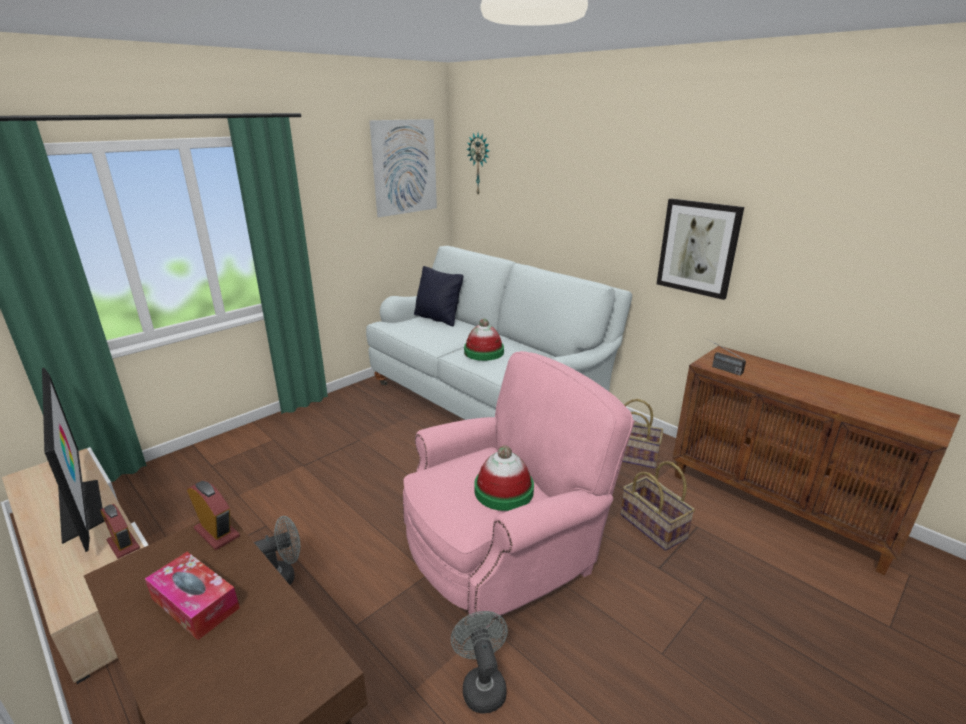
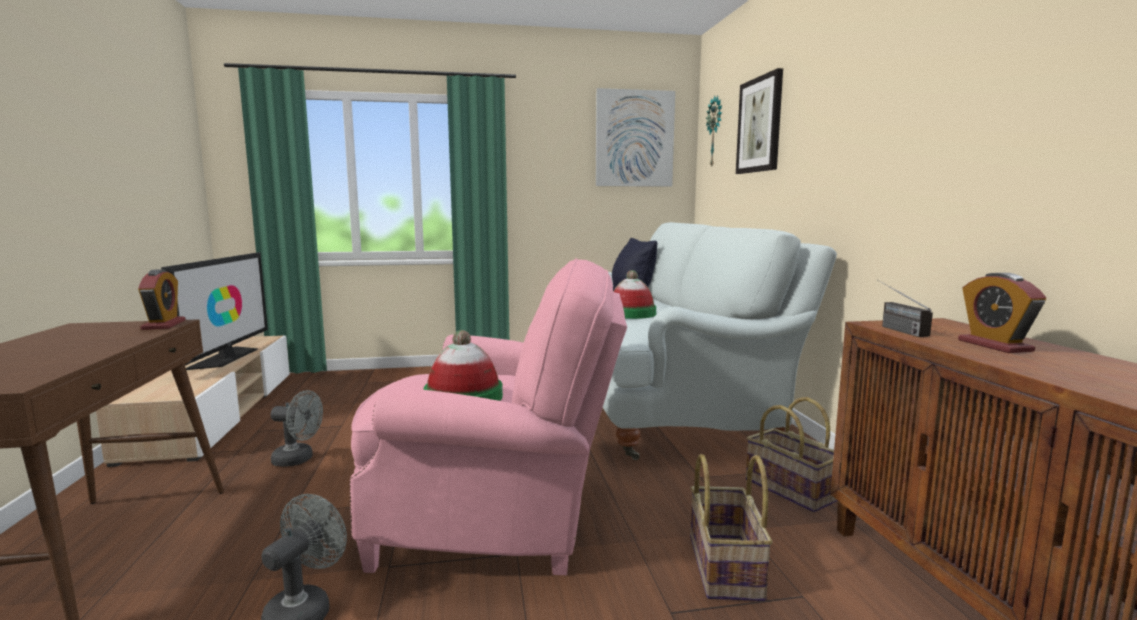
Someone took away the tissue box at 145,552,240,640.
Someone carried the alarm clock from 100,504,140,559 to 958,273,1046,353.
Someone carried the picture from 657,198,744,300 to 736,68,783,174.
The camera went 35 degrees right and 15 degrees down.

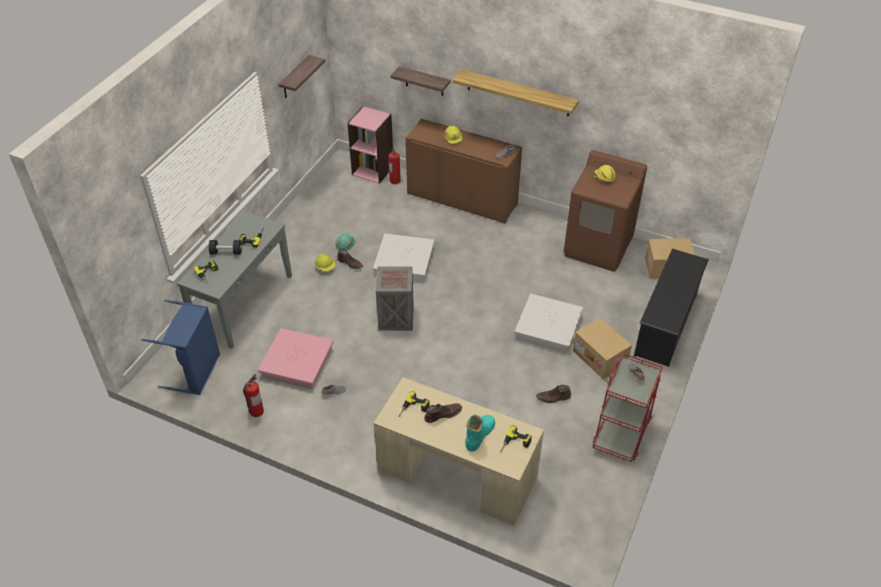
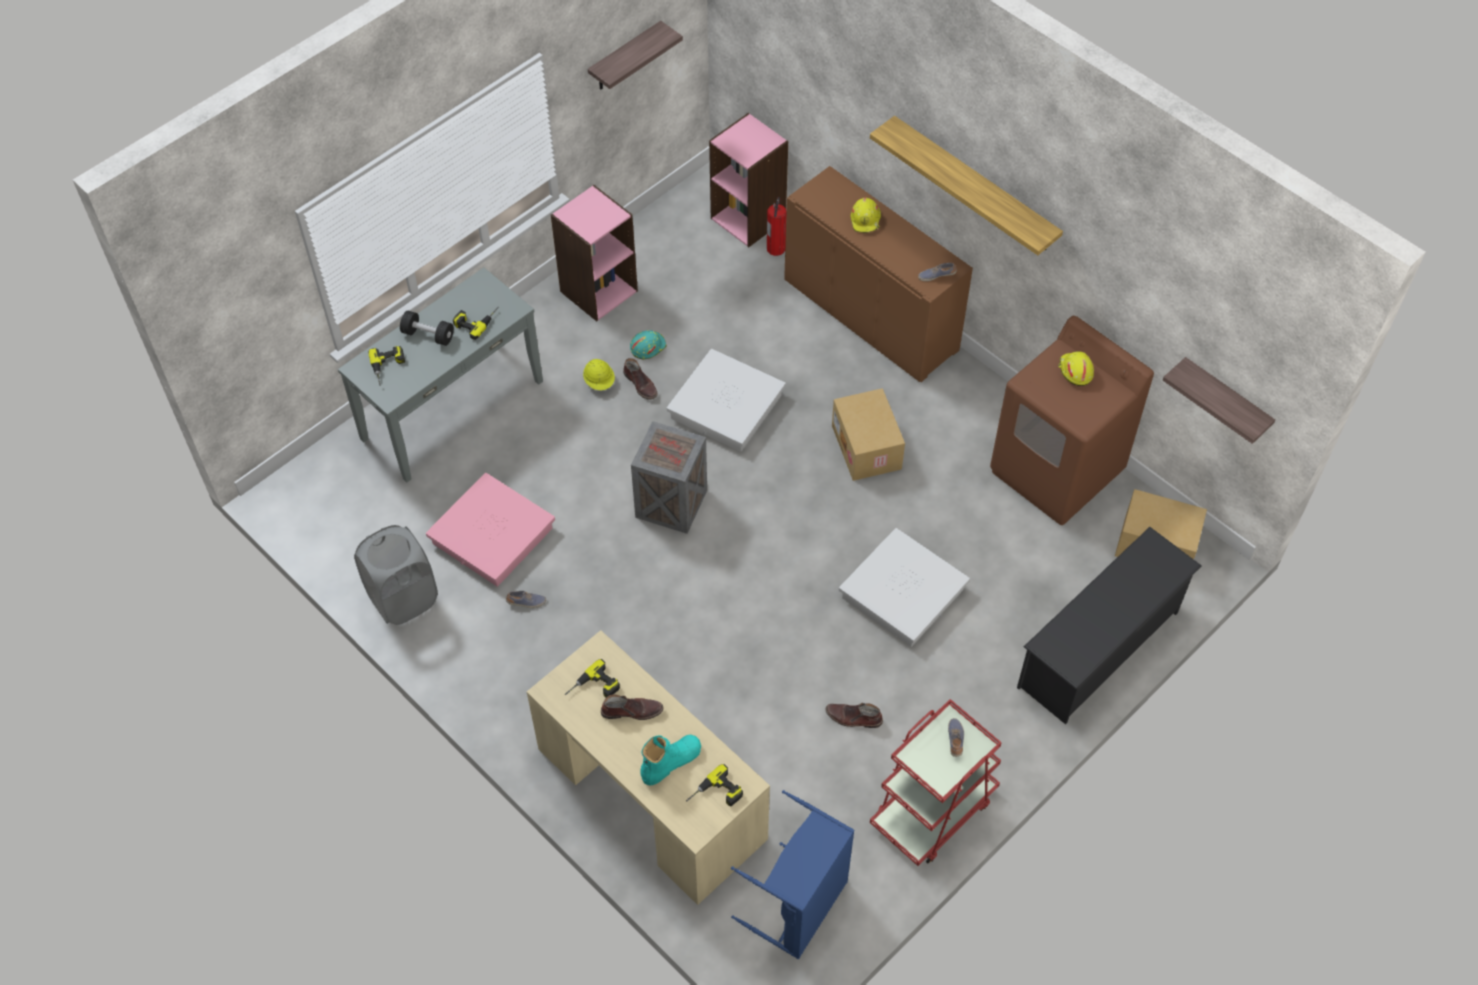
Someone put down the pink bookcase at 551,185,638,321.
Someone carried the blue laundry basket from 142,300,220,395 to 731,790,854,959.
Someone carried the shelf from 390,66,450,96 to 1163,357,1275,444.
Someone carried the cardboard box from 573,318,632,379 to 832,388,905,481.
Someone swapped the fire extinguisher at 243,374,264,417 for the grey laundry basket at 354,525,438,625.
The camera went 20 degrees right and 10 degrees up.

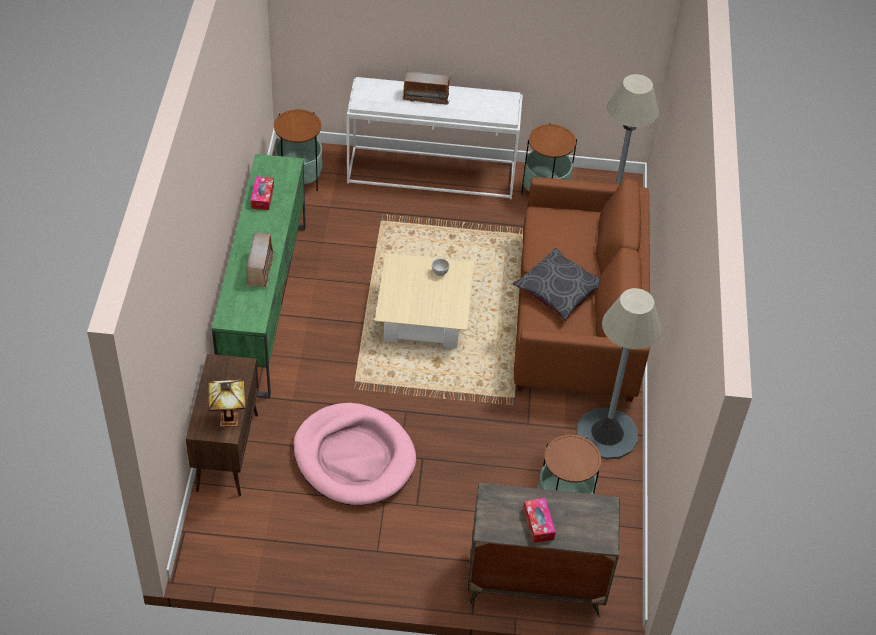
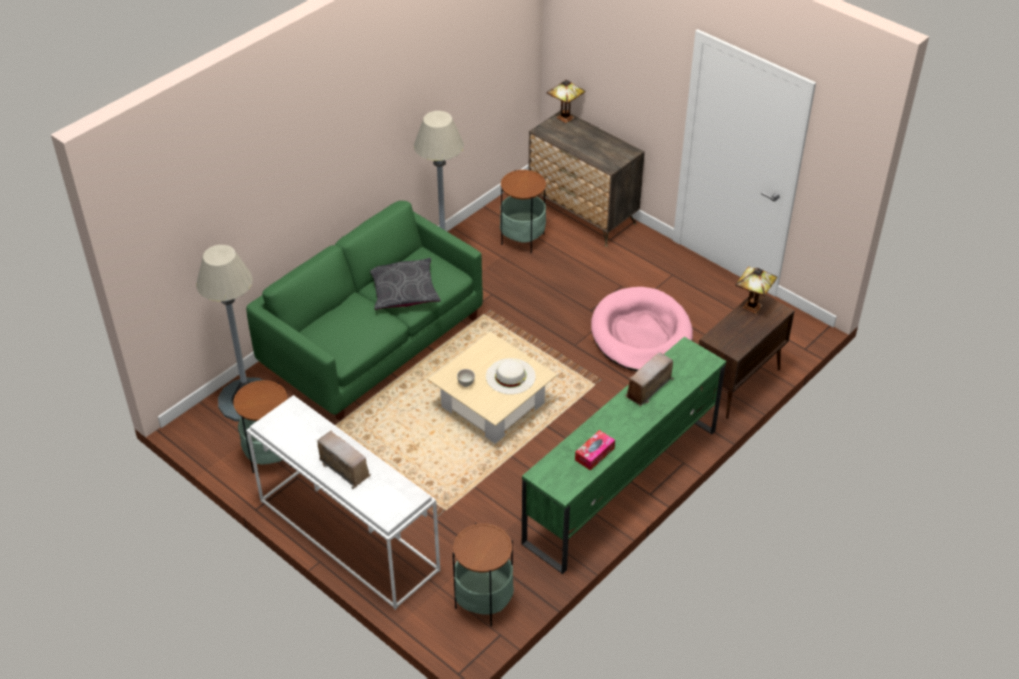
Someone took away the tissue box at 523,498,556,543.
Someone put down the white hat at 486,358,536,394.
Someone put down the table lamp at 546,79,585,123.
Someone repainted the brown sofa at 514,177,650,402, which became the green sofa at 246,201,483,421.
The camera went 140 degrees left and 5 degrees down.

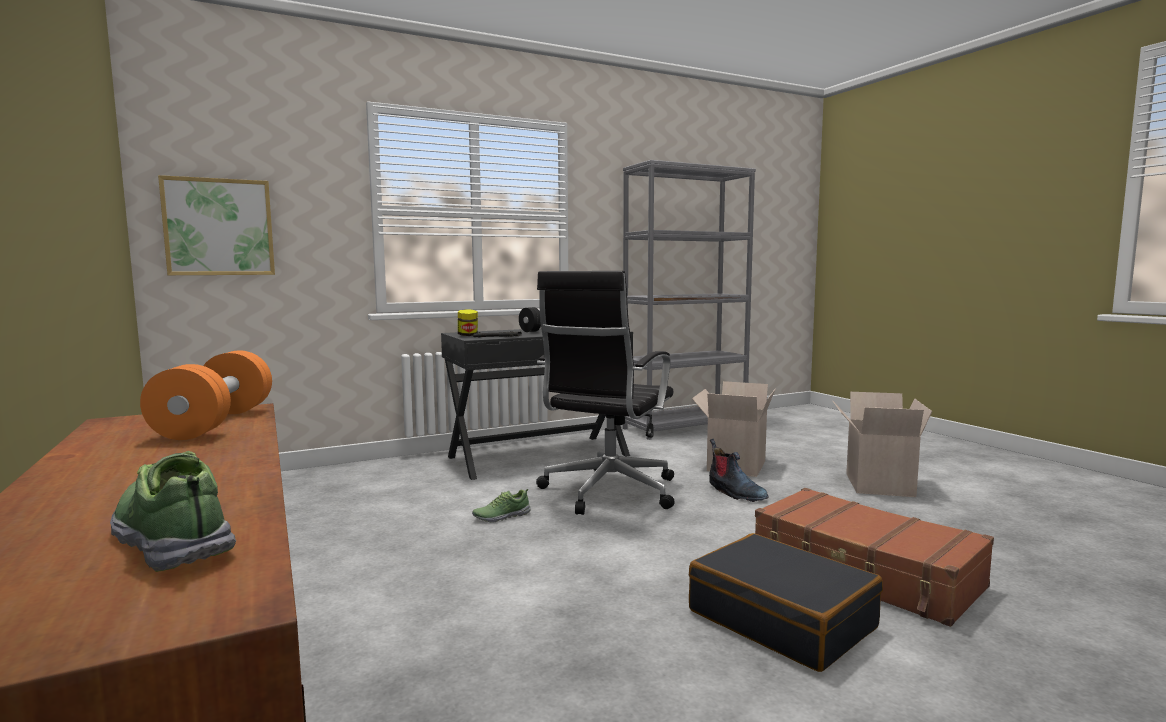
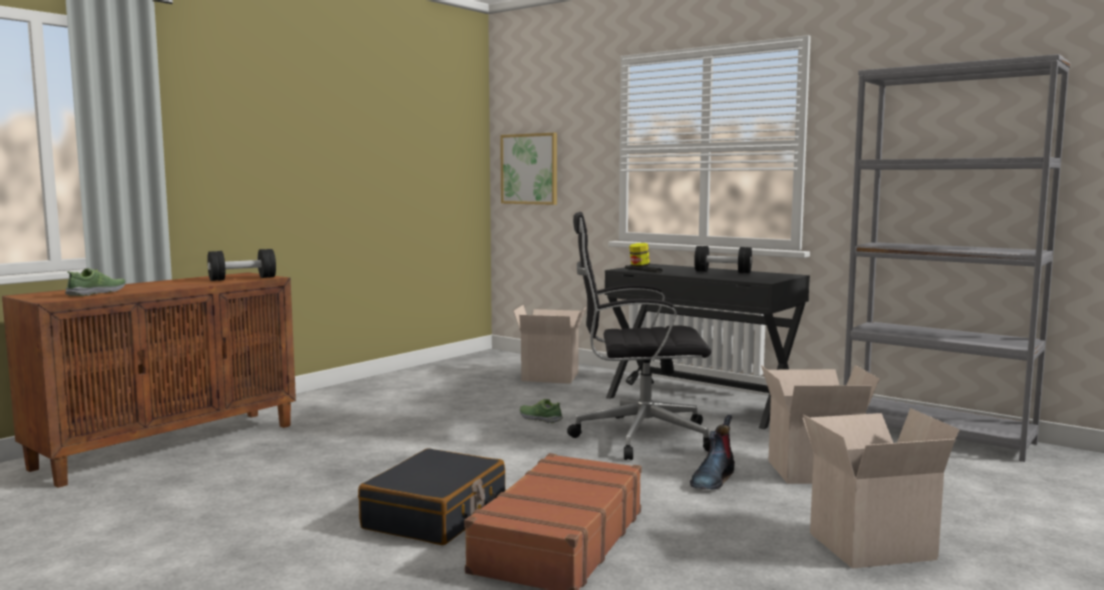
Someone put down the cardboard box at 513,305,586,384.
Someone repainted the orange dumbbell at 140,350,272,440, which became the black dumbbell at 207,249,276,281.
The camera went 65 degrees right and 0 degrees up.

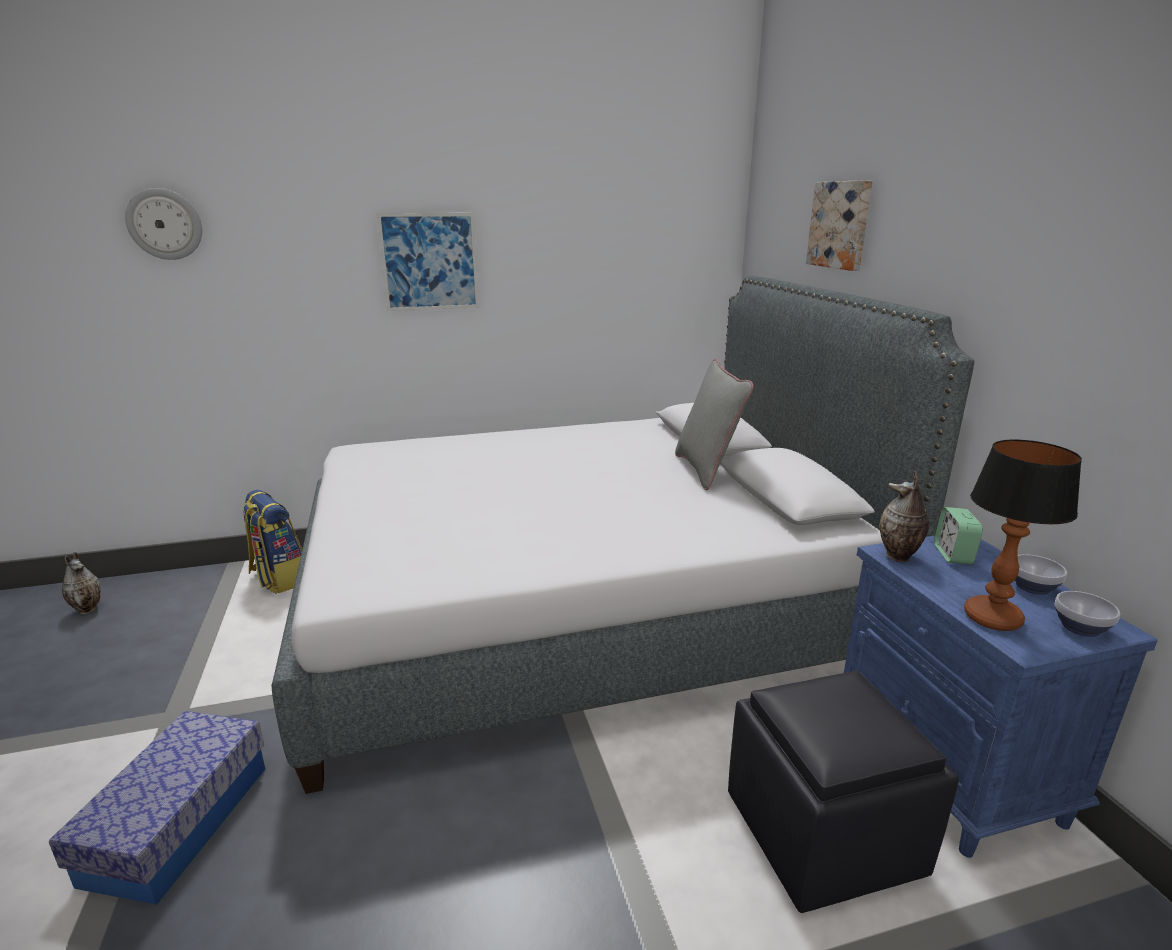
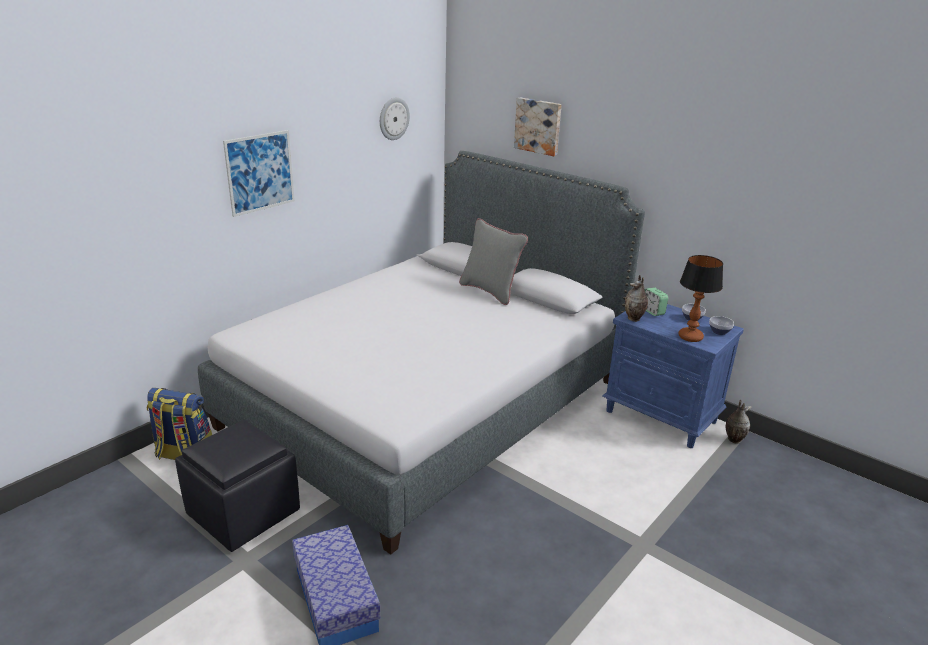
Someone carried the vase from 62,552,100,614 to 726,400,752,444.
Someone carried the wall clock from 125,188,202,260 to 380,97,410,140.
Someone carried the black ottoman from 728,670,959,913 to 175,420,300,552.
The camera went 35 degrees left and 5 degrees up.

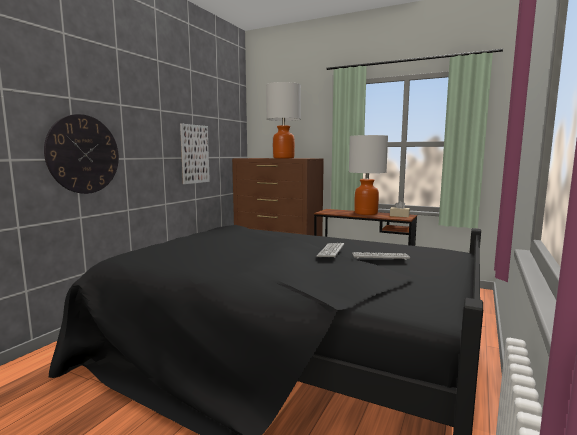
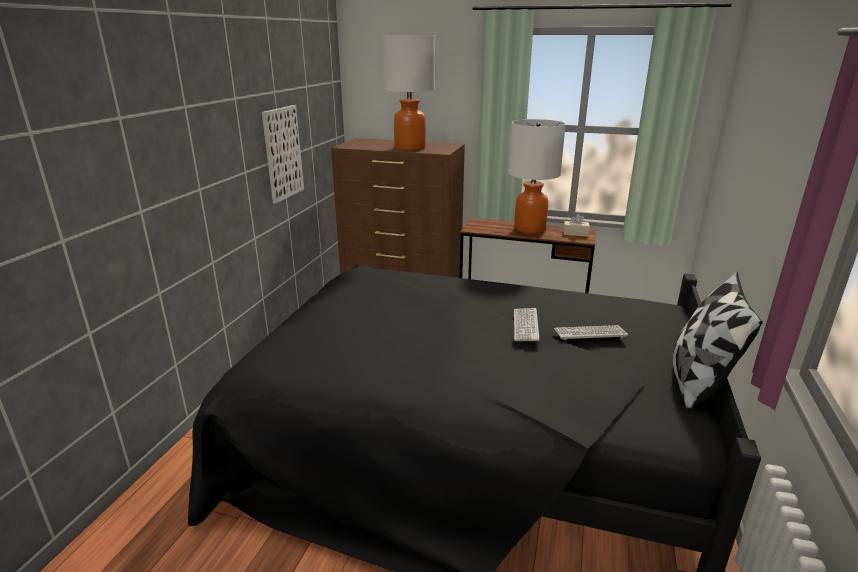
Someone took away the wall clock at 44,114,119,194.
Someone put down the pillow at 673,272,763,412.
The camera went 10 degrees left and 15 degrees up.

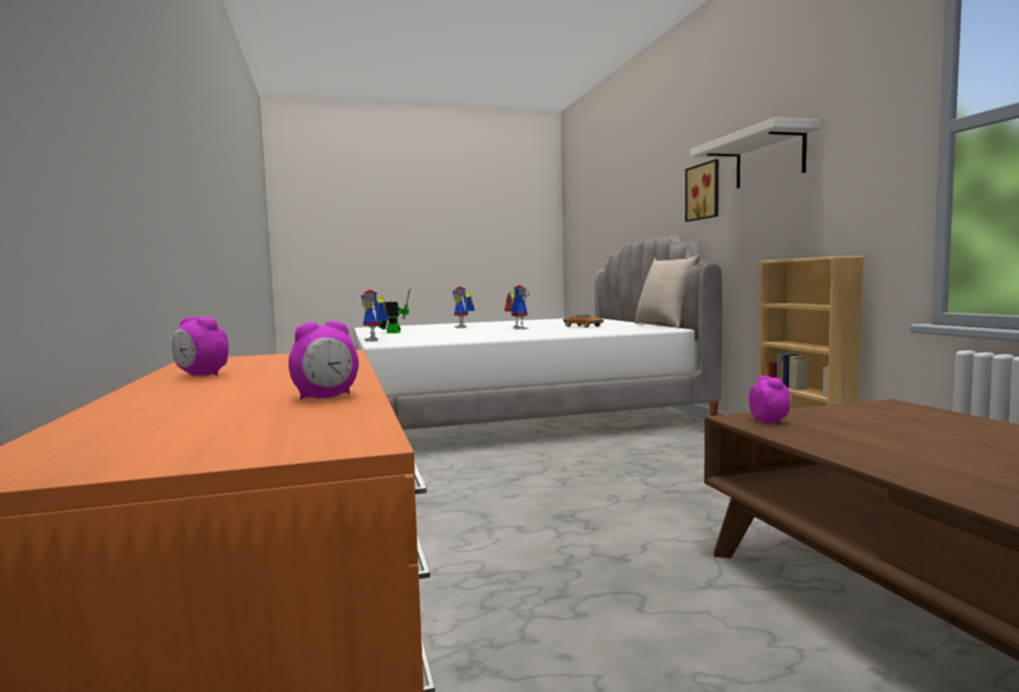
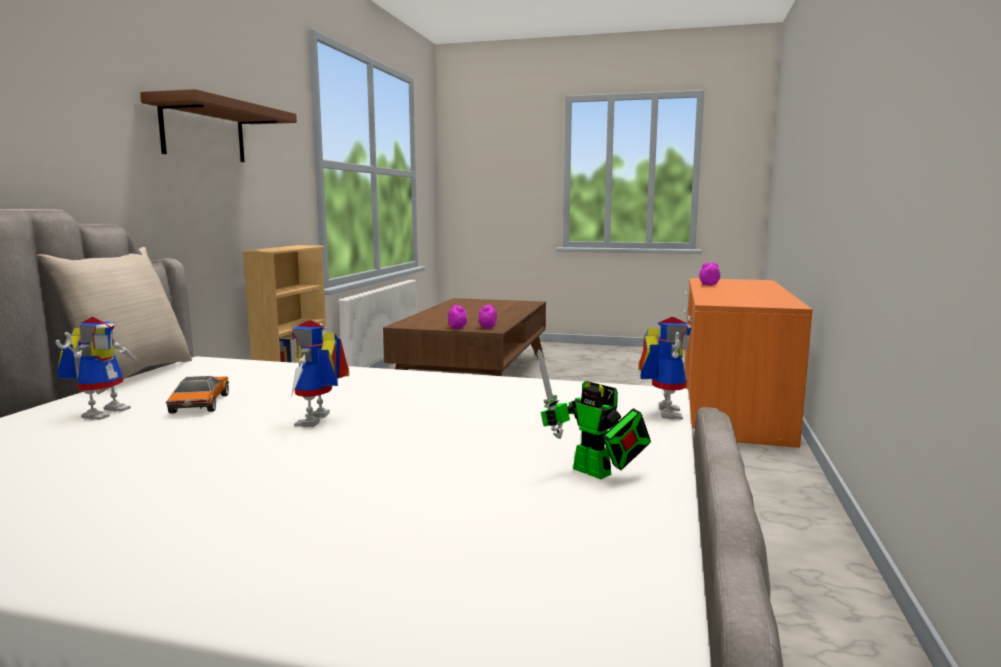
Someone took away the picture at 685,159,719,222.
Someone carried the alarm clock from 172,317,229,376 to 448,305,467,329.
Someone carried the toy robot from 452,286,475,328 to 55,317,139,420.
Someone repainted the white shelf at 690,117,820,189, which became the brown shelf at 140,89,297,162.
The camera went 150 degrees left and 5 degrees up.

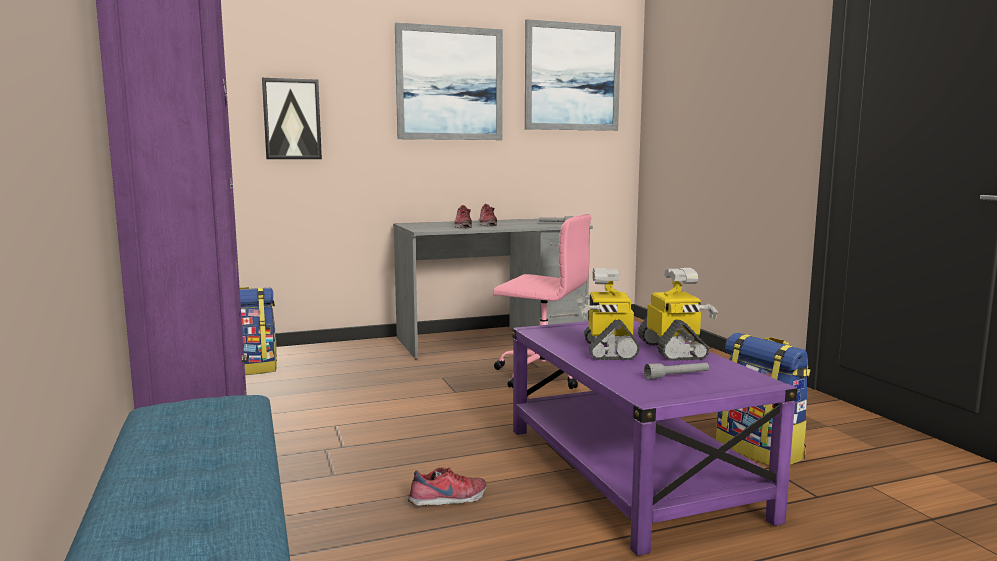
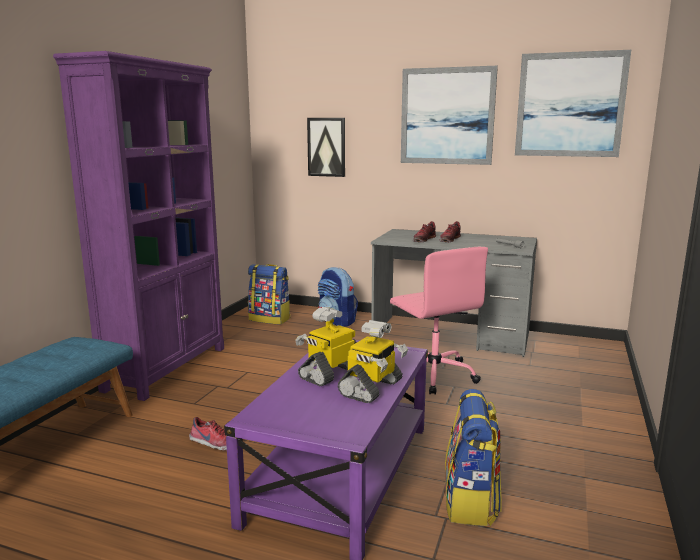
Someone took away the grey flashlight at 644,363,709,380.
Someone put down the backpack at 318,267,358,327.
The camera went 40 degrees right and 5 degrees up.

